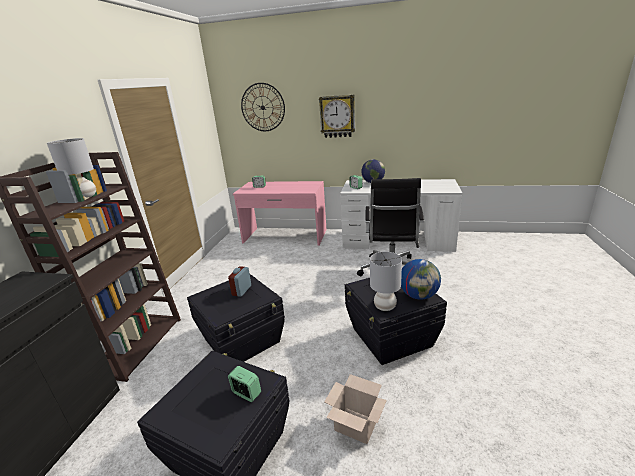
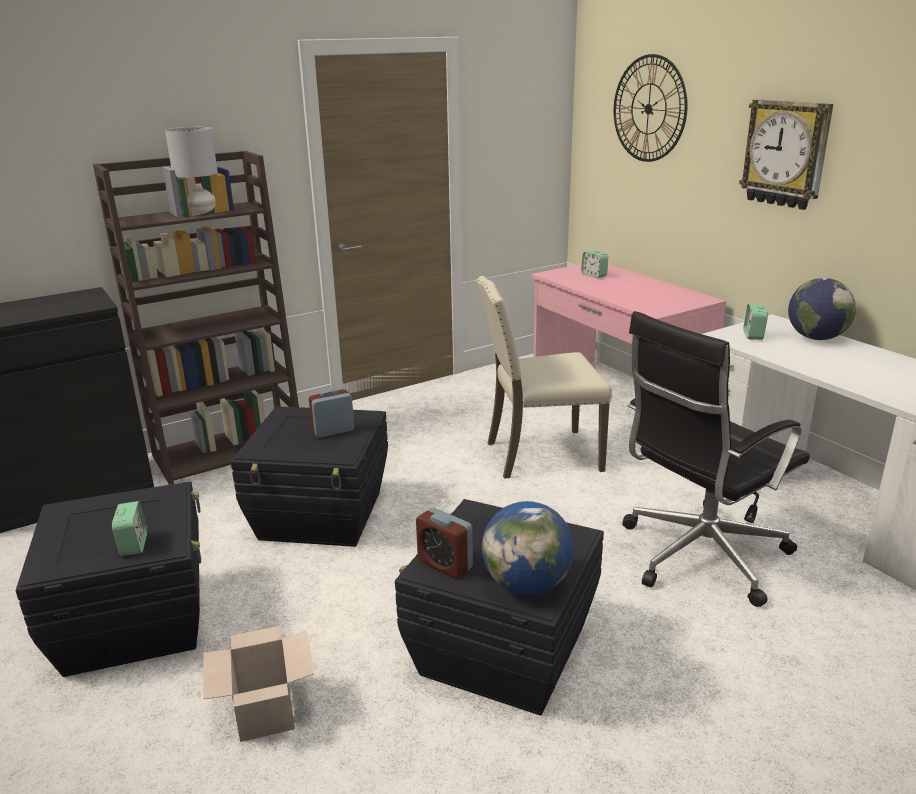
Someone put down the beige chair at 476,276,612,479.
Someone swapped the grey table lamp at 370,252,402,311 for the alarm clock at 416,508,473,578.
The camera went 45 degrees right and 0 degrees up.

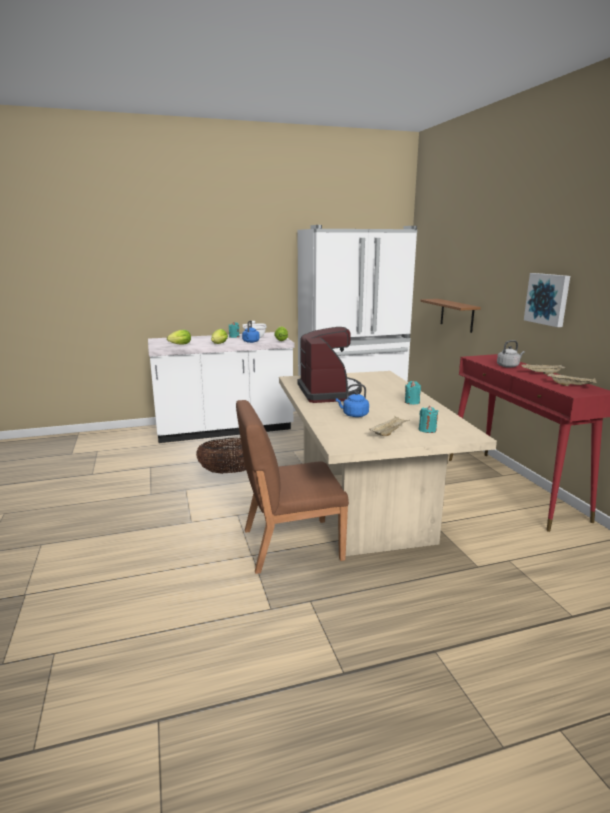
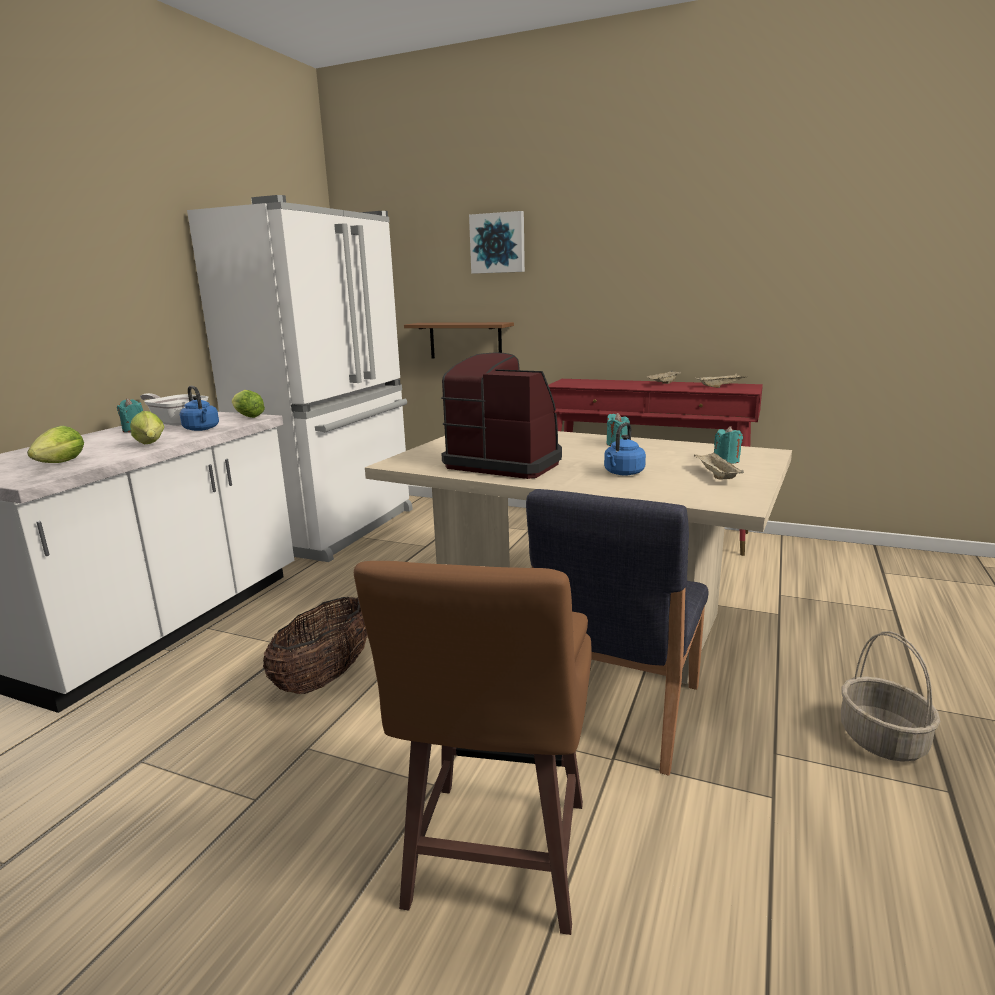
Someone took away the grey kettle at 497,340,525,368.
Someone put down the brown stool at 354,561,592,935.
Someone put down the basket at 841,631,941,762.
Someone carried the picture from 524,273,570,327 to 469,211,525,274.
Someone repainted the brown chair at 236,400,349,574, which became the blue chair at 526,489,708,775.
The camera went 50 degrees left and 0 degrees up.

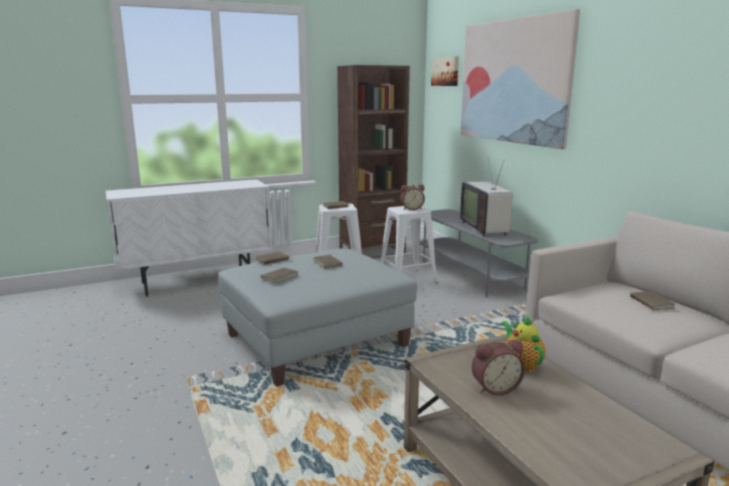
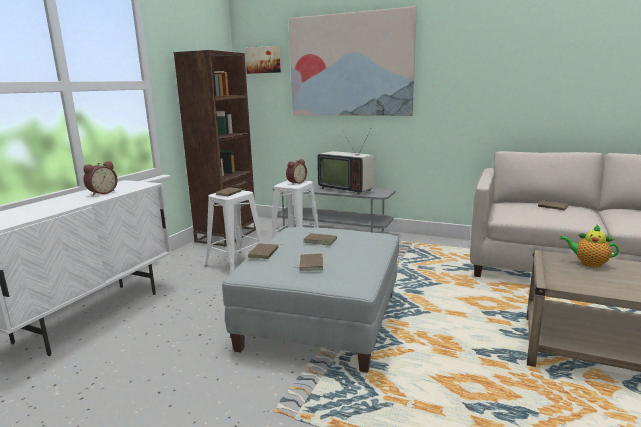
Someone carried the alarm clock from 472,340,525,395 to 83,161,118,196.
The camera went 40 degrees left and 0 degrees up.

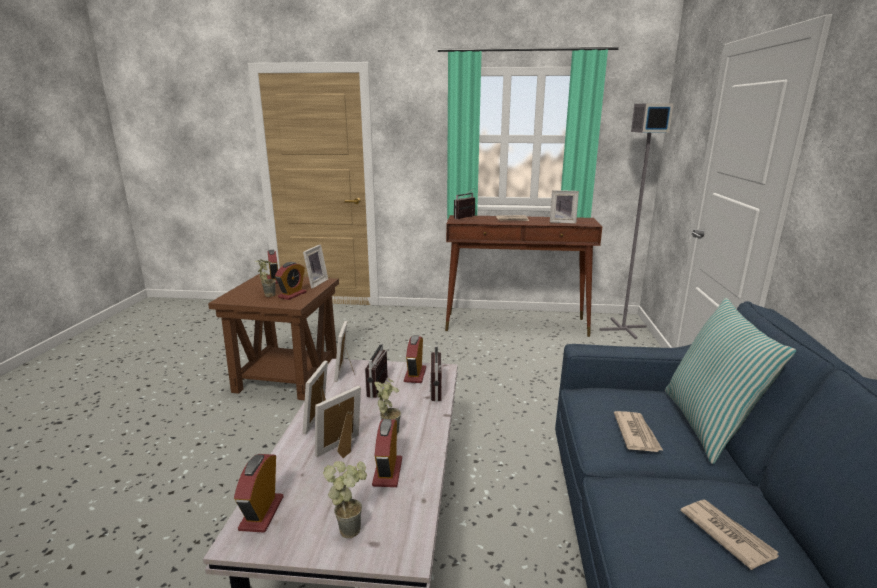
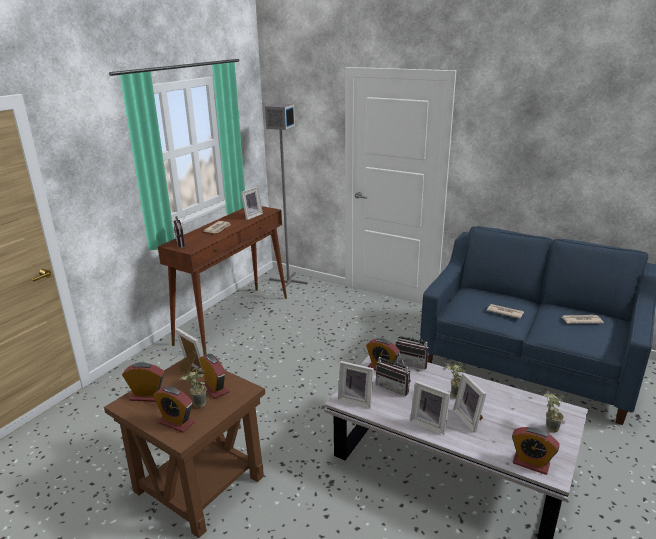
Someone took away the pillow at 665,298,796,464.
Someone carried the alarm clock from 372,419,402,487 to 153,386,195,433.
The camera went 65 degrees left and 5 degrees up.

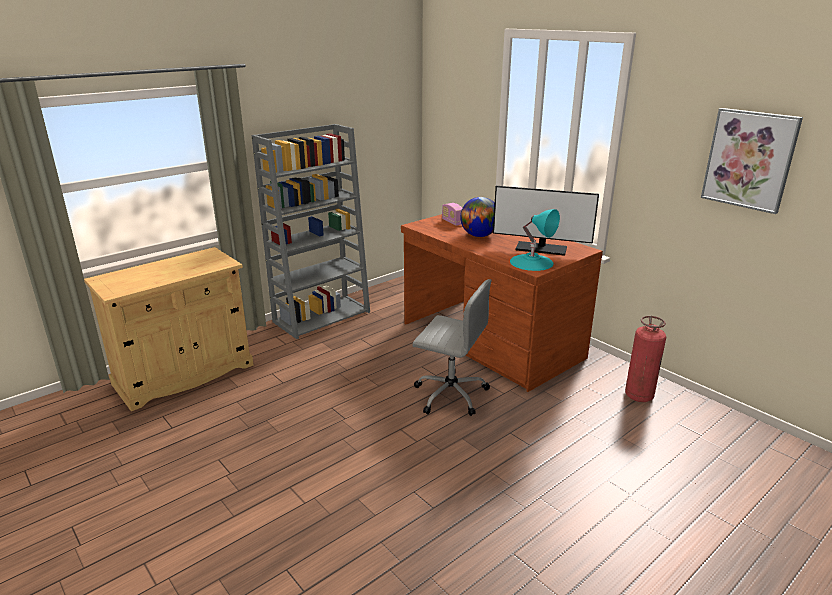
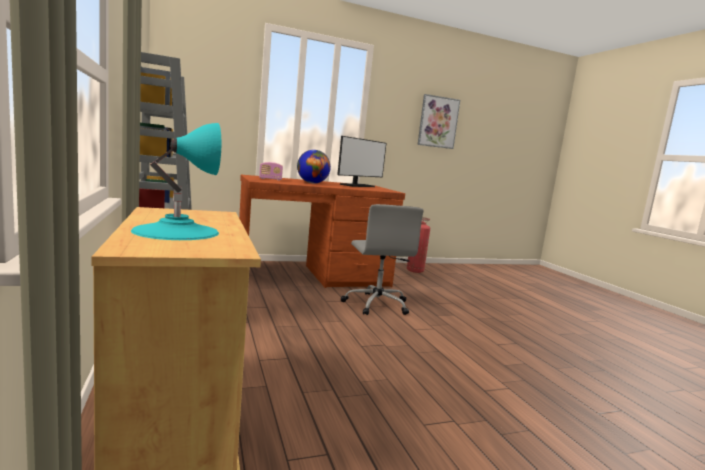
Someone carried the turquoise table lamp from 510,209,560,271 to 131,123,221,240.
Someone rotated the grey office chair at 412,279,492,416 by 120 degrees clockwise.
The camera went 70 degrees left and 15 degrees down.

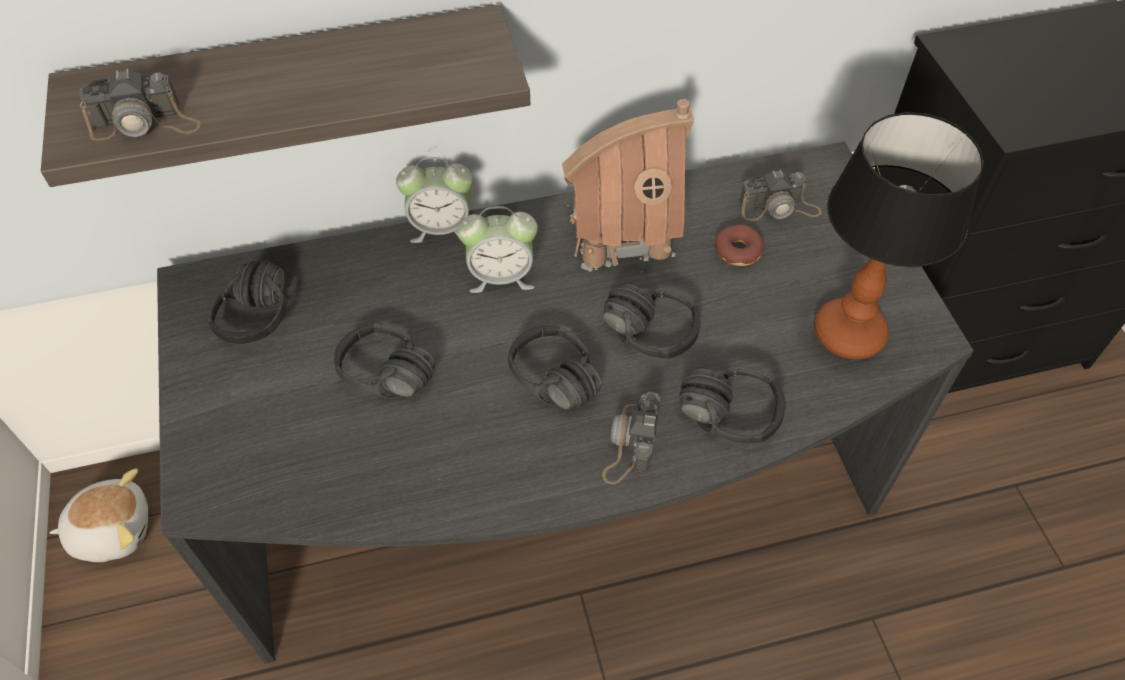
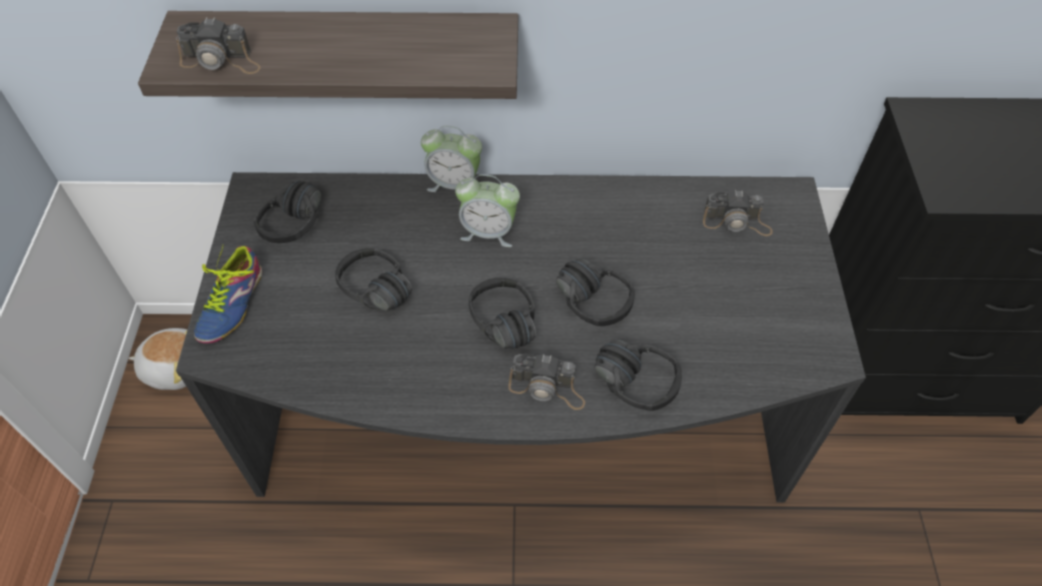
Someone took away the toy house at 562,99,694,272.
Someone took away the donut at 714,224,764,266.
Someone took away the table lamp at 814,112,984,360.
Someone put down the shoe at 194,246,262,343.
Someone rotated the photo camera at 602,392,660,485 by 105 degrees counterclockwise.
The camera went 15 degrees right and 0 degrees up.

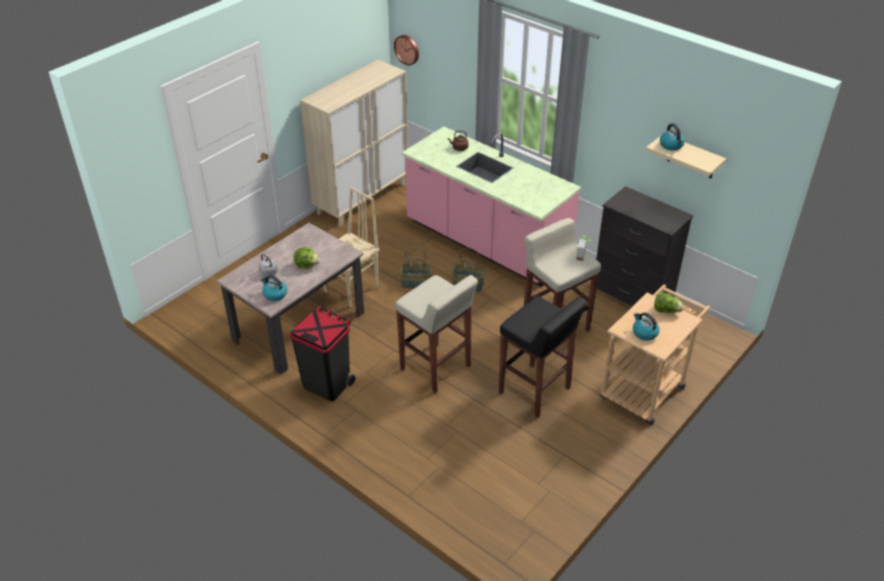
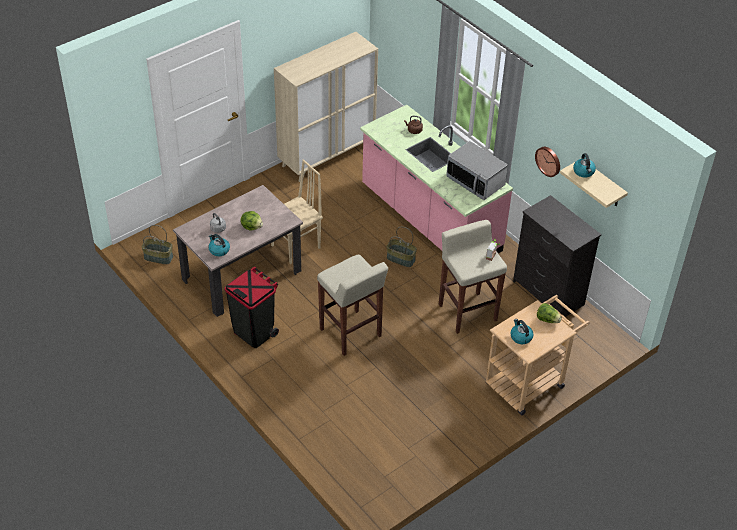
Someone took away the black stool at 499,297,587,418.
Someone put down the microwave at 446,141,508,200.
Someone carried the wall clock from 394,35,419,65 to 535,147,560,177.
Someone carried the basket from 400,246,432,288 to 142,225,173,264.
The camera went 10 degrees right and 5 degrees up.

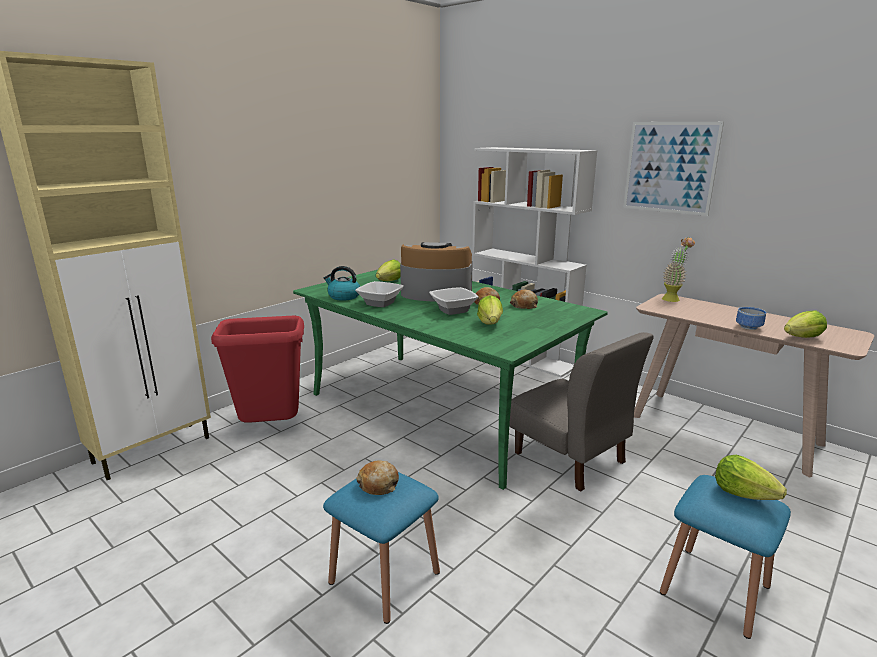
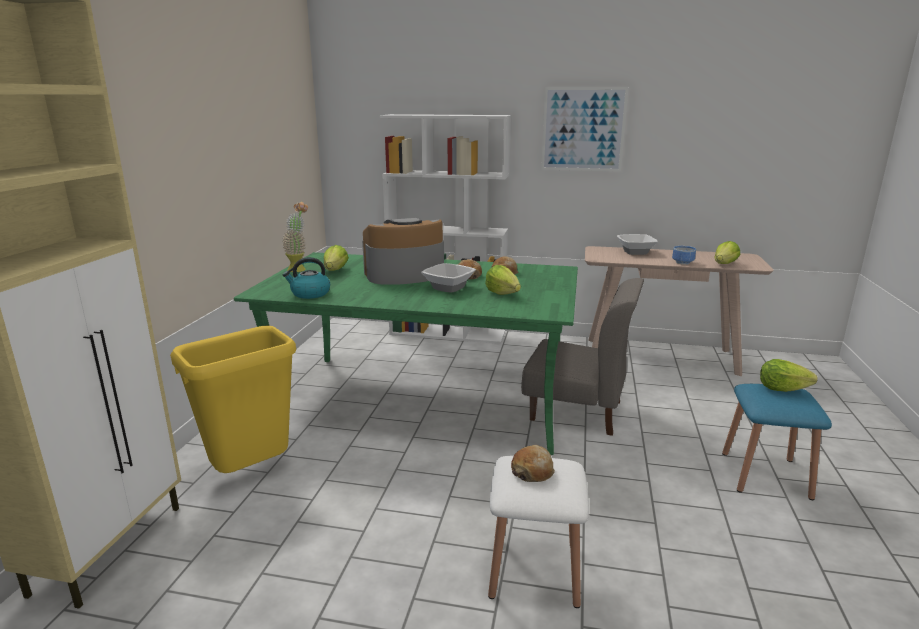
Someone carried the bowl from 355,281,404,307 to 617,234,658,255.
Someone carried the potted plant from 662,237,695,302 to 282,202,308,272.
Someone repainted the red trash can at 211,316,304,423, which became the yellow trash can at 170,326,296,473.
Someone repainted the blue stool at 323,472,440,624, which became the white stool at 488,456,589,608.
The camera went 30 degrees left and 0 degrees up.

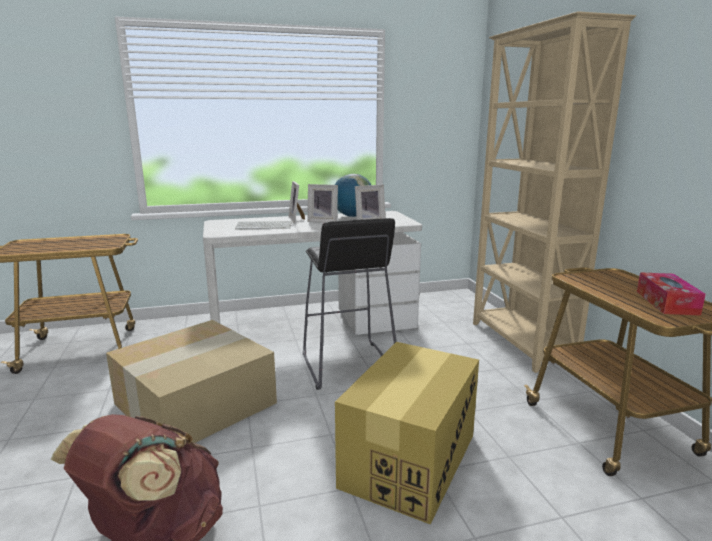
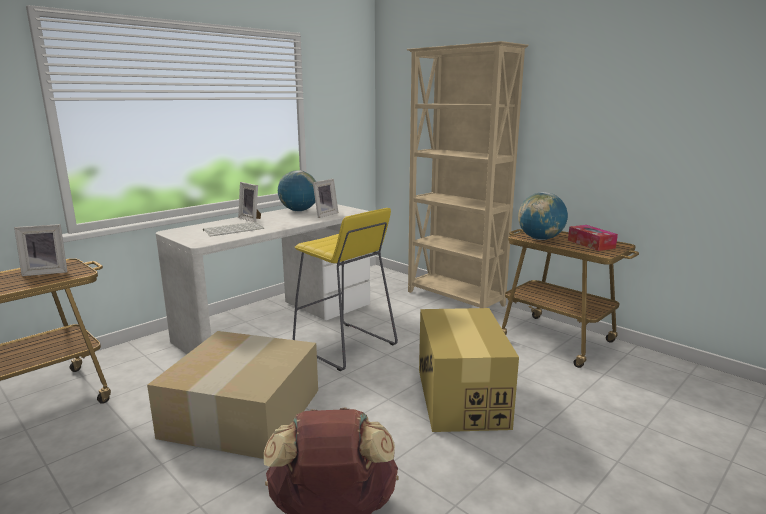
Someone put down the globe at 518,192,568,240.
Someone carried the picture frame from 307,184,338,223 to 14,224,67,276.
Someone repainted the black stool at 303,218,397,390, which became the yellow stool at 293,208,398,371.
The camera went 30 degrees left and 0 degrees up.

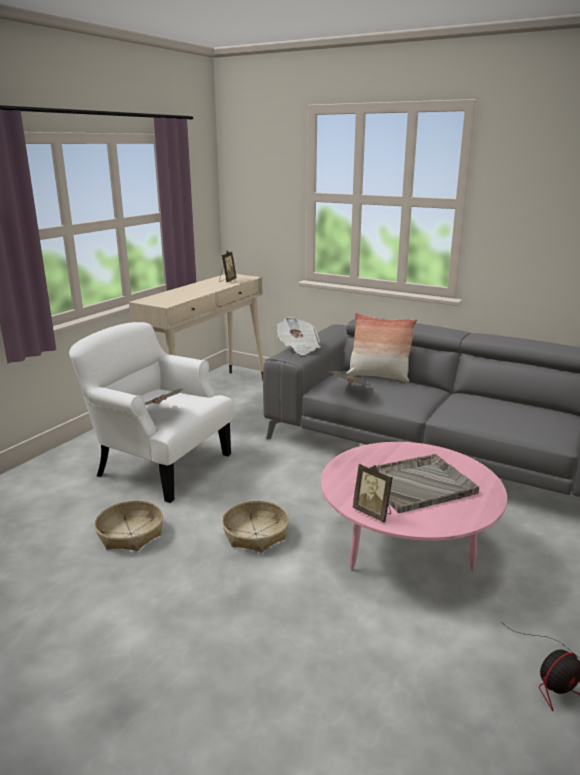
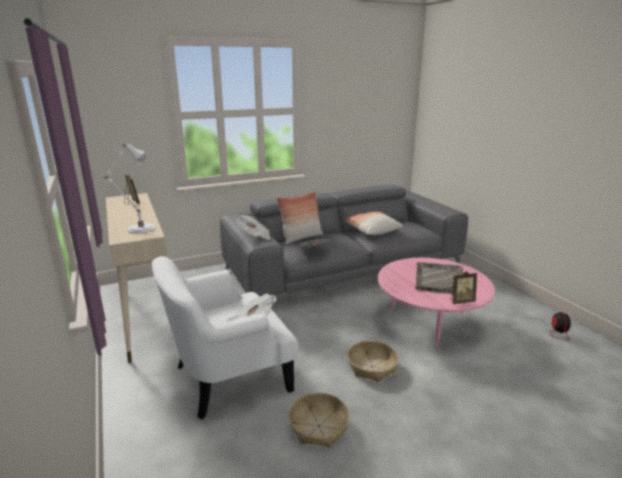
Someone put down the white table lamp at 105,144,155,234.
Someone put down the pillow at 343,211,404,235.
The camera went 55 degrees left and 0 degrees up.

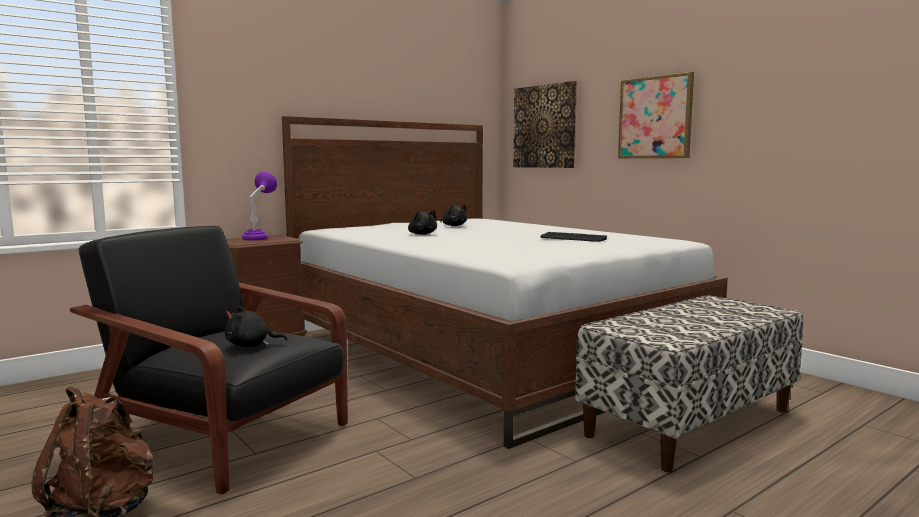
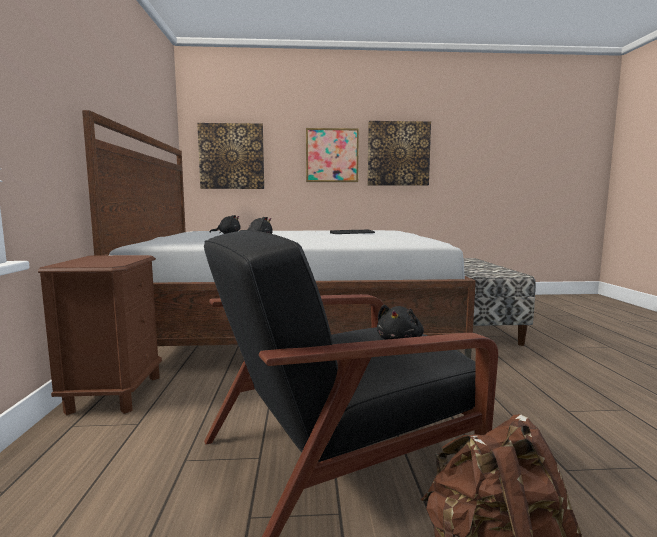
Someone took away the purple table lamp at 242,172,277,240.
Someone put up the picture at 368,121,431,186.
The camera went 55 degrees left and 0 degrees up.

